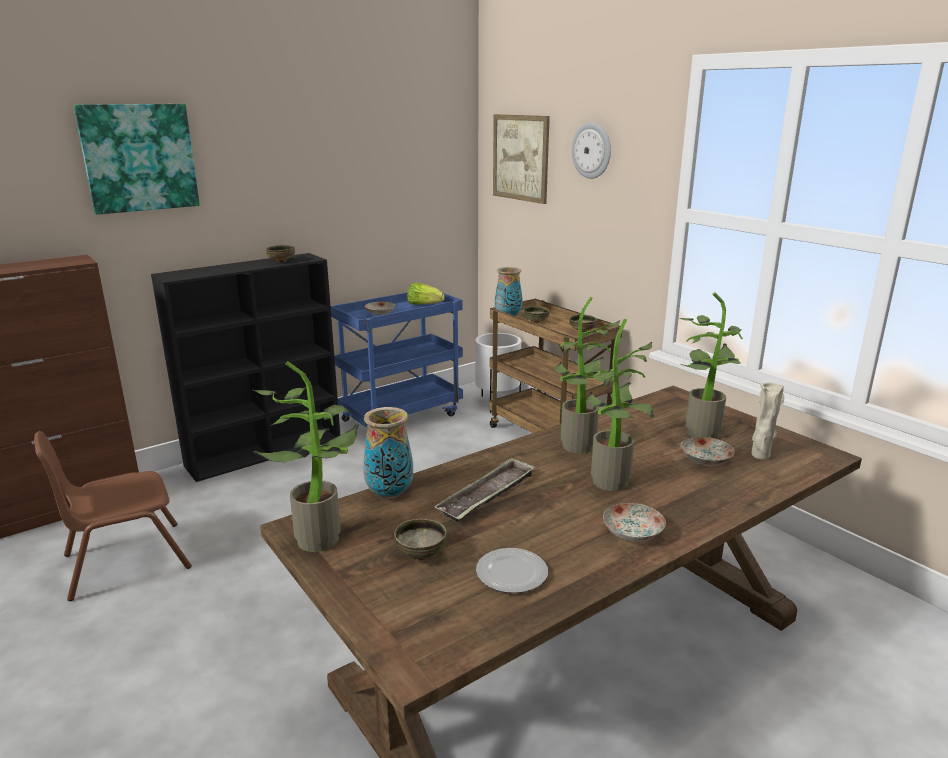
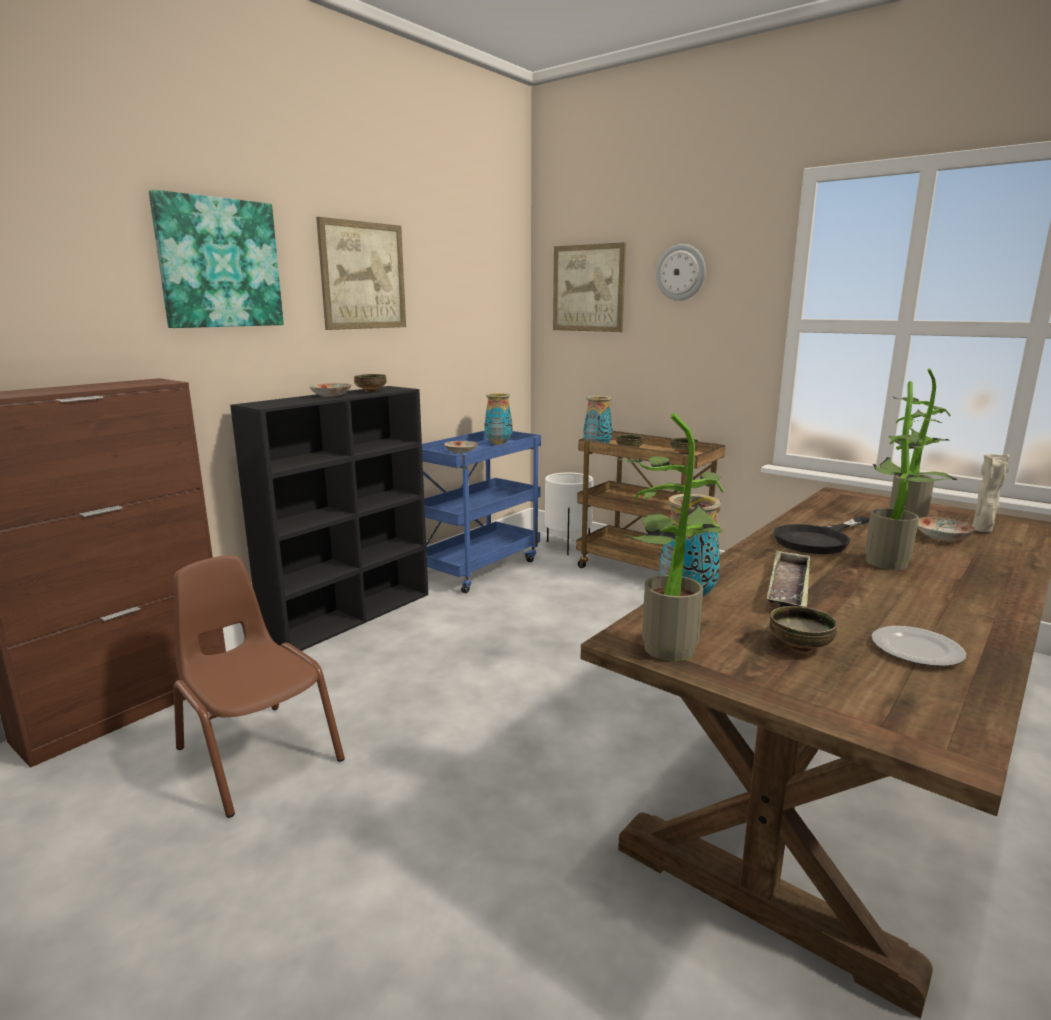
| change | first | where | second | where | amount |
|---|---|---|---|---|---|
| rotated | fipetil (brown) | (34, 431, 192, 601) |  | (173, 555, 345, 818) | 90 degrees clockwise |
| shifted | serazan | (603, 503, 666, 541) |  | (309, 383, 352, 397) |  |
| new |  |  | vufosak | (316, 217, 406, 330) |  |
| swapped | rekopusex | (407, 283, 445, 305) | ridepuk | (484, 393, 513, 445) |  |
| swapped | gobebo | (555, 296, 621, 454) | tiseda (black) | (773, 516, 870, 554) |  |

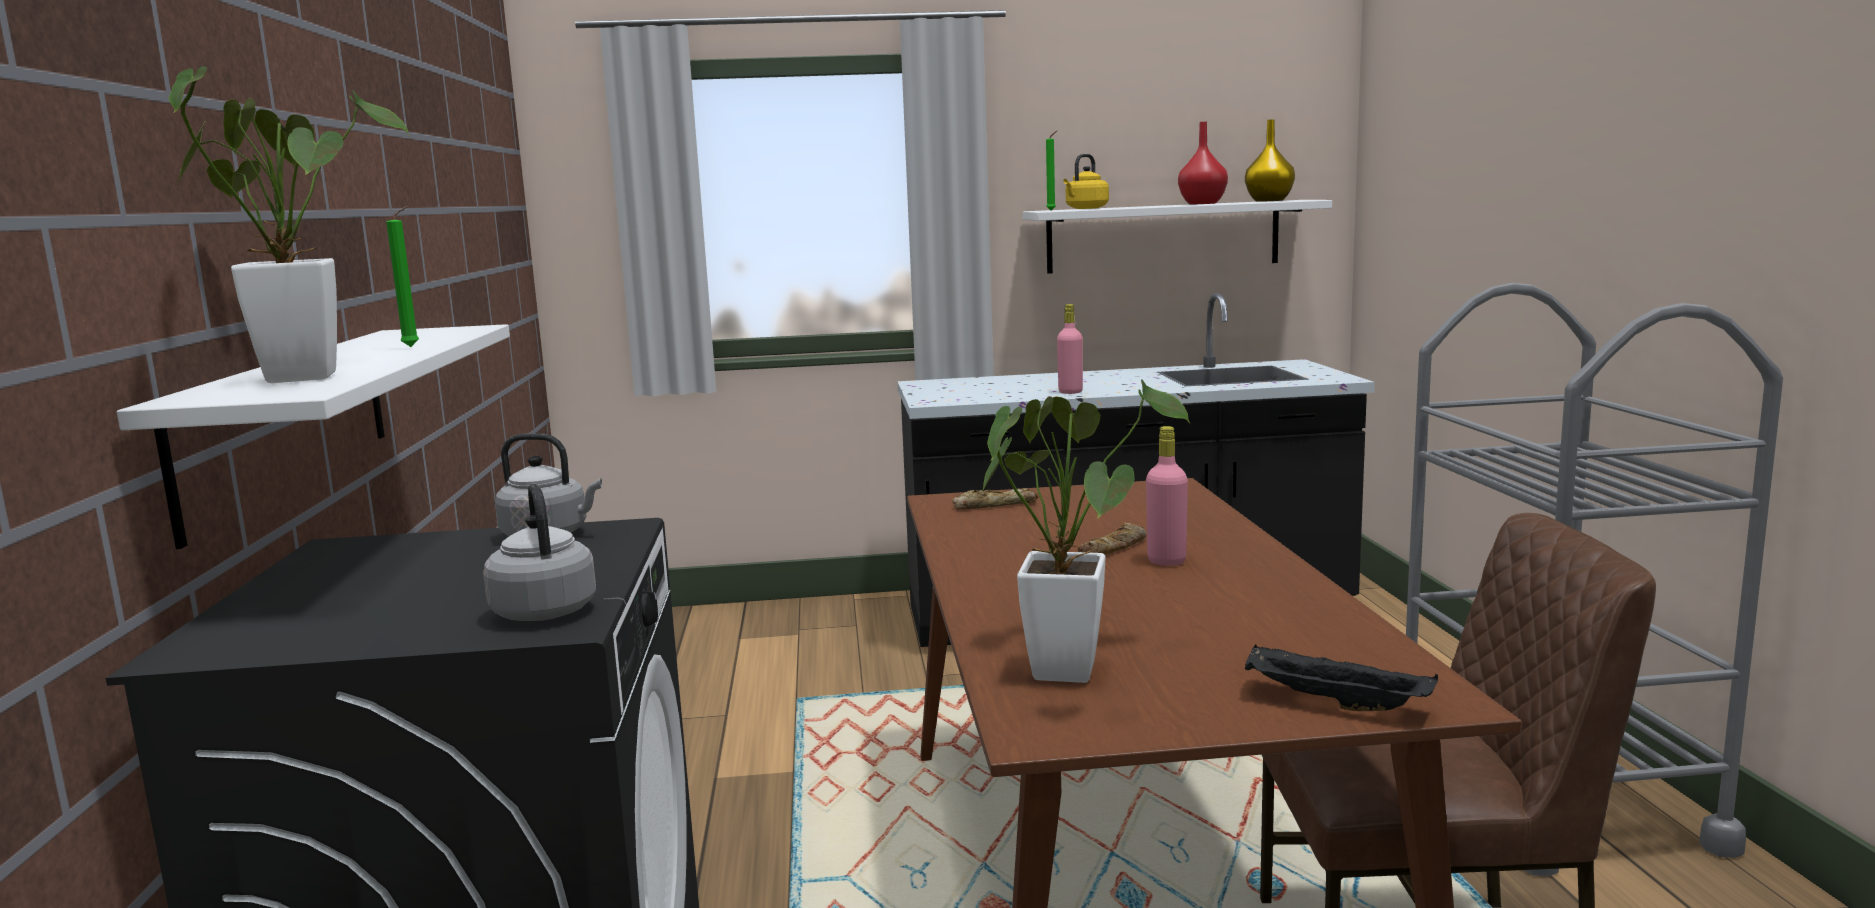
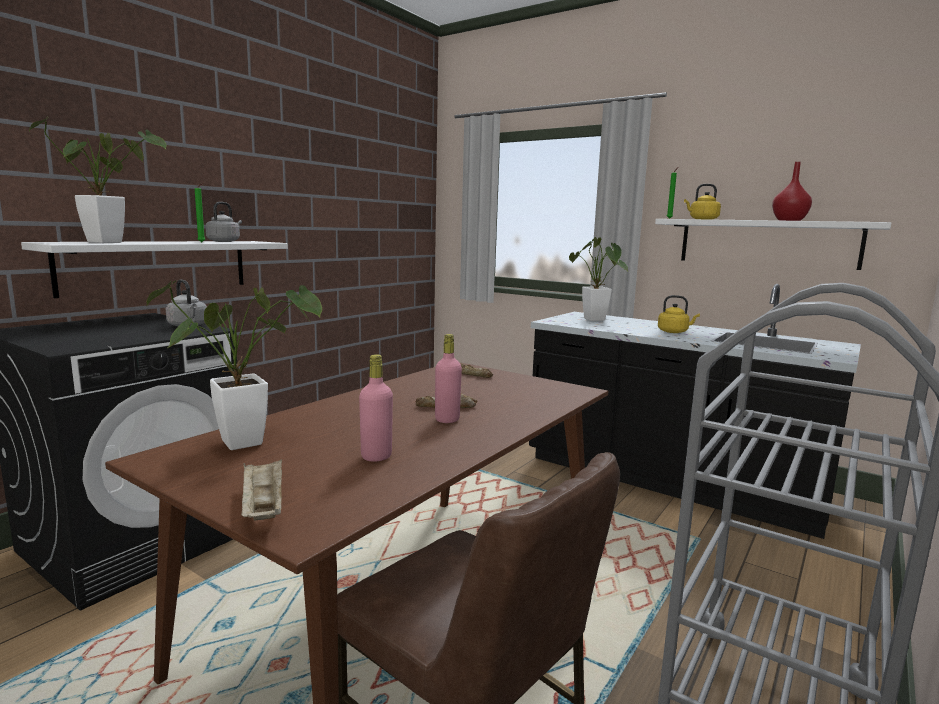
| change | first | where | second | where | amount |
|---|---|---|---|---|---|
| shifted | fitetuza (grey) | (483, 484, 596, 621) |  | (205, 202, 242, 242) |  |
| repainted | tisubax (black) | (1245, 644, 1438, 711) | tisubax (beige) | (241, 459, 282, 520) |  |
| shifted | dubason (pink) | (1057, 304, 1083, 394) |  | (359, 354, 393, 462) |  |
| new |  |  | gobebo | (569, 237, 628, 321) |  |
| new |  |  | fitetuza (yellow) | (658, 295, 700, 333) |  |
| gone | ridepuk (yellow) | (1245, 119, 1295, 202) |  |  |  |

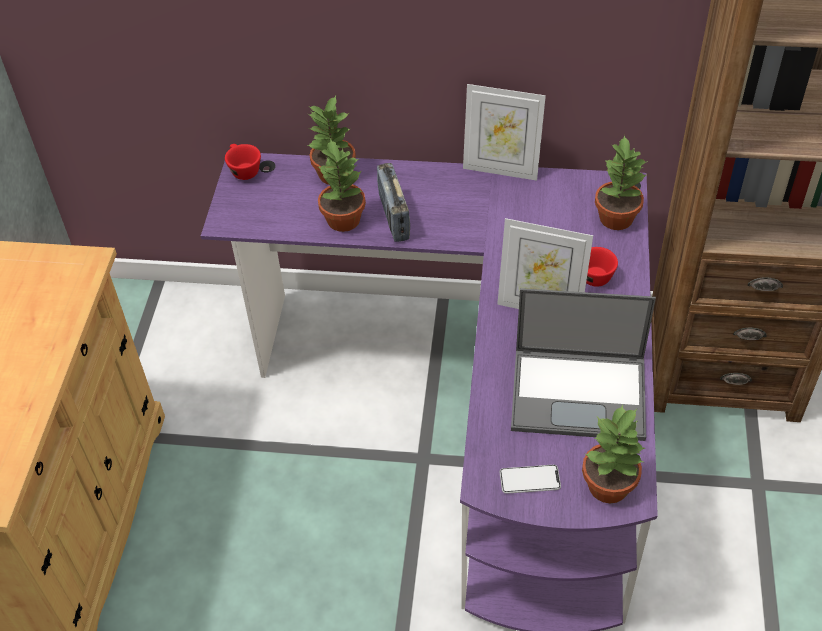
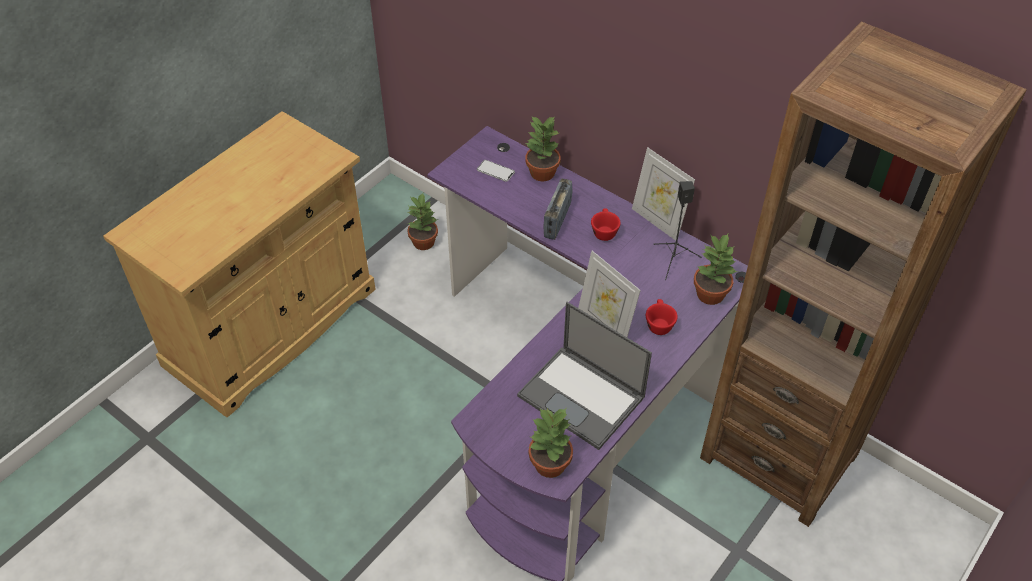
| change | first | where | second | where | amount |
|---|---|---|---|---|---|
| shifted | gobebo | (318, 138, 366, 232) |  | (407, 193, 438, 250) |  |
| shifted | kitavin | (499, 465, 561, 494) |  | (477, 160, 515, 182) |  |
| shifted | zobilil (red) | (225, 144, 261, 180) |  | (591, 208, 621, 241) |  |
| new |  |  | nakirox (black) | (654, 181, 701, 280) |  |

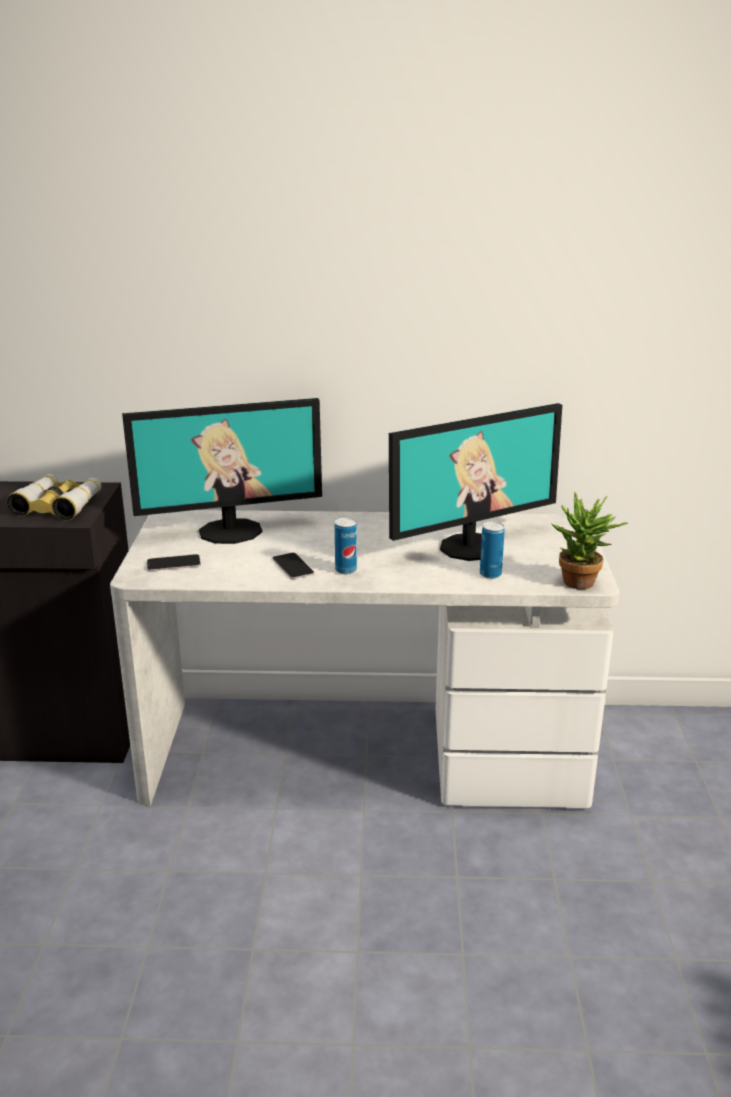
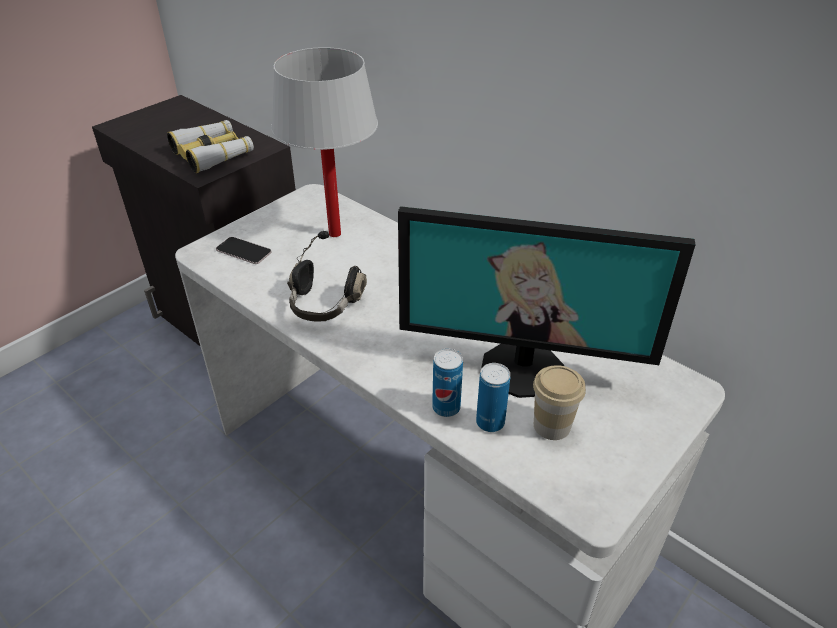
| change | first | where | second | where | amount |
|---|---|---|---|---|---|
| swapped | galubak | (122, 398, 322, 544) | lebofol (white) | (271, 47, 378, 237) |  |
| swapped | kitavin | (273, 553, 314, 579) | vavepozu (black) | (287, 231, 367, 322) |  |
| shifted | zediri | (335, 518, 357, 574) |  | (432, 349, 463, 417) |  |
| new |  |  | zobilil | (533, 365, 586, 440) |  |
| gone | gobebo | (552, 492, 628, 589) |  |  |  |

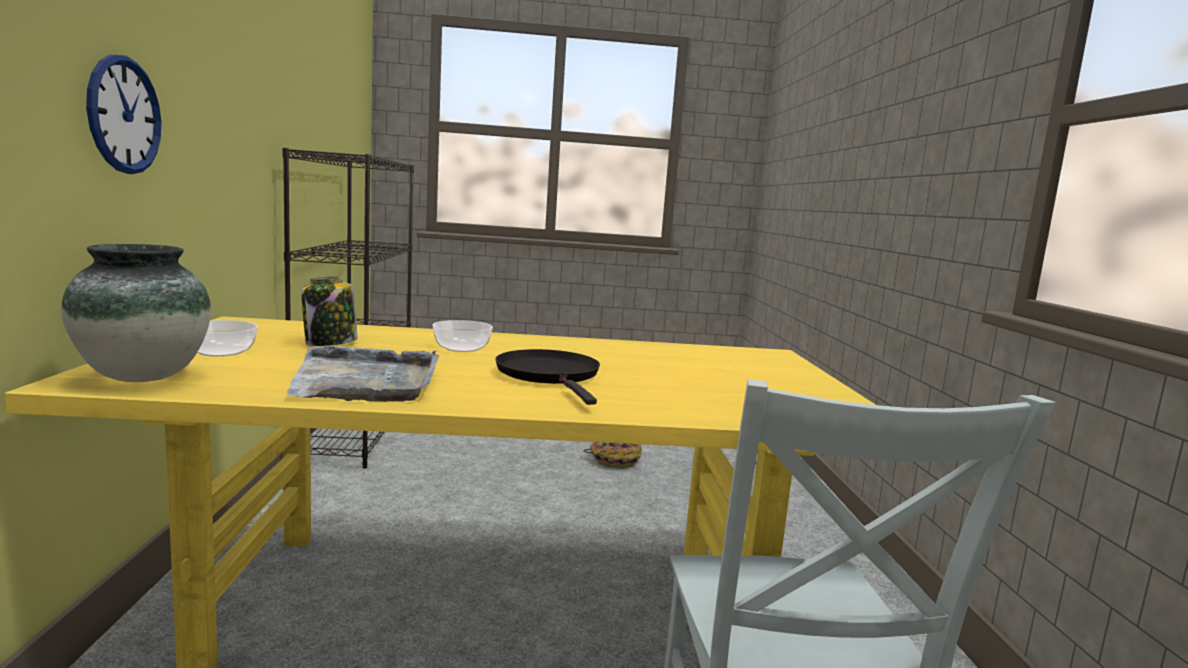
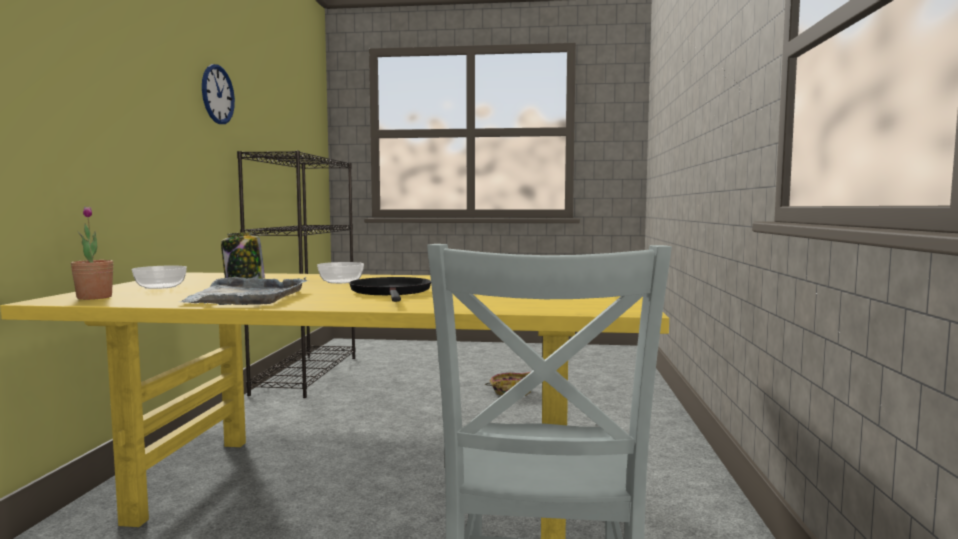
| change | first | where | second | where | amount |
|---|---|---|---|---|---|
| swapped | ridepuk | (61, 244, 211, 382) | gobebo | (71, 206, 114, 300) |  |
| shifted | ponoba | (86, 55, 161, 174) |  | (202, 64, 235, 124) |  |

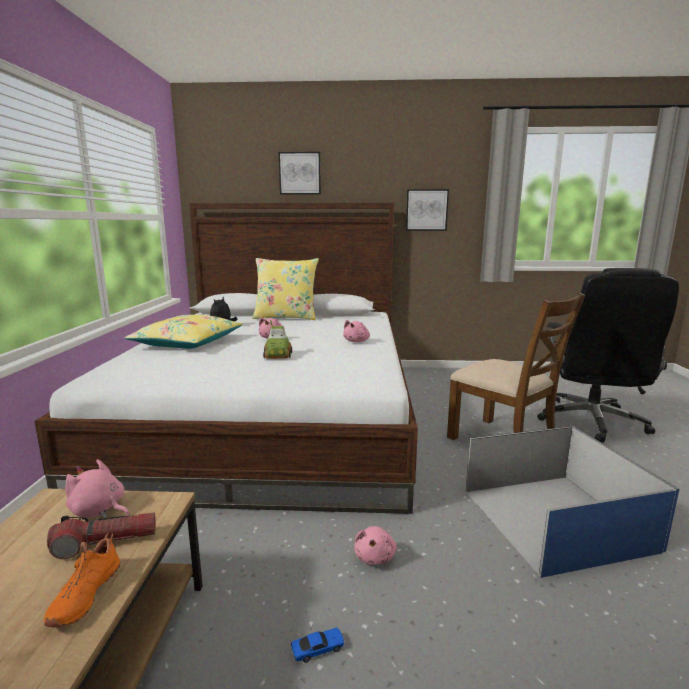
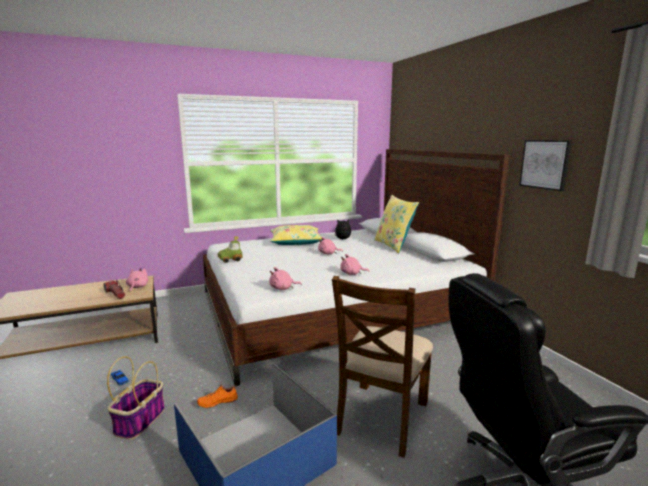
| change | first | where | second | where | amount |
|---|---|---|---|---|---|
| new |  |  | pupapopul | (107, 356, 165, 440) |  |
| shifted | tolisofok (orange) | (44, 532, 120, 627) |  | (197, 382, 238, 408) |  |
| shifted | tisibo | (263, 320, 292, 359) |  | (217, 236, 243, 263) |  |
| shifted | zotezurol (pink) | (354, 526, 397, 565) |  | (269, 267, 302, 290) |  |
| gone | vufosak | (279, 152, 321, 195) |  |  |  |

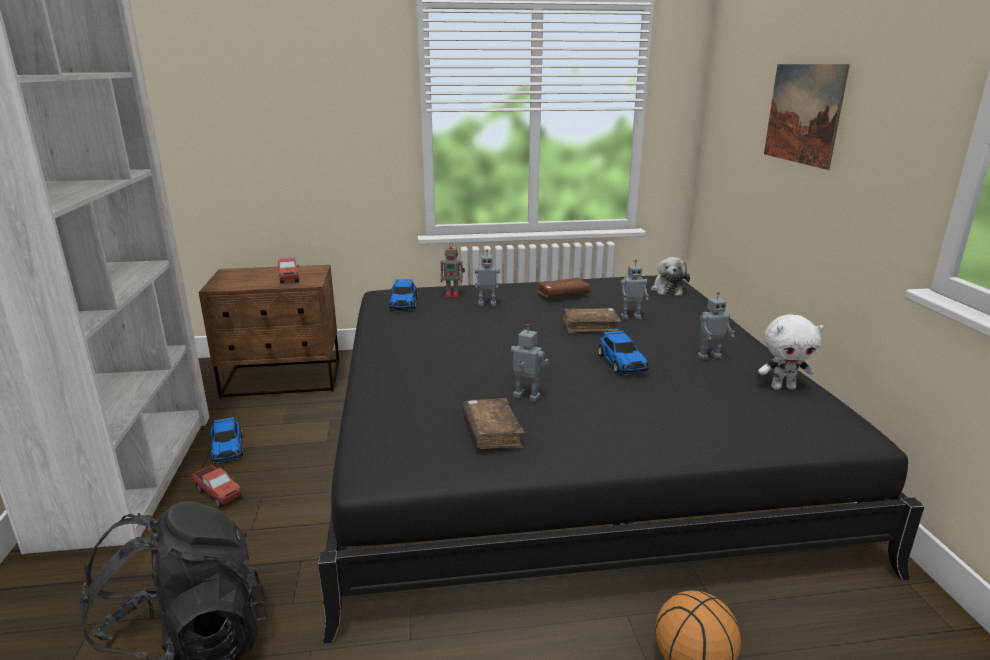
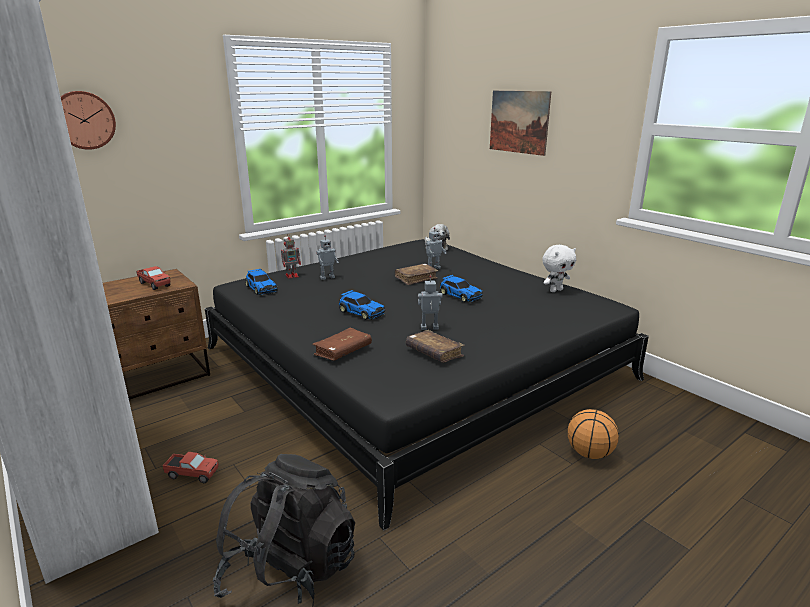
| change | first | where | second | where | amount |
|---|---|---|---|---|---|
| new |  |  | ponoba | (60, 91, 116, 150) |  |
| shifted | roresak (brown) | (537, 278, 590, 297) |  | (312, 328, 372, 361) |  |
| shifted | tisibo | (210, 417, 243, 464) |  | (339, 290, 385, 320) |  |
| gone | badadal | (697, 292, 735, 360) |  |  |  |

